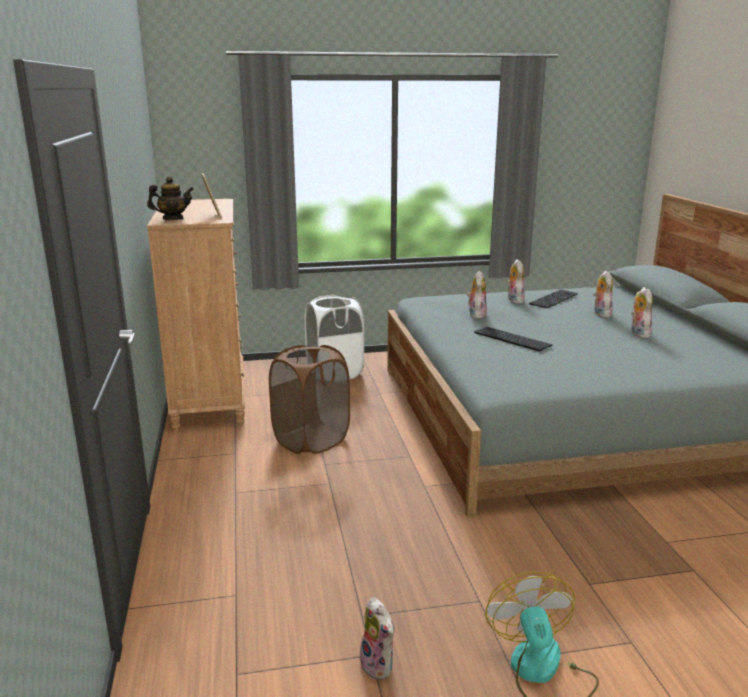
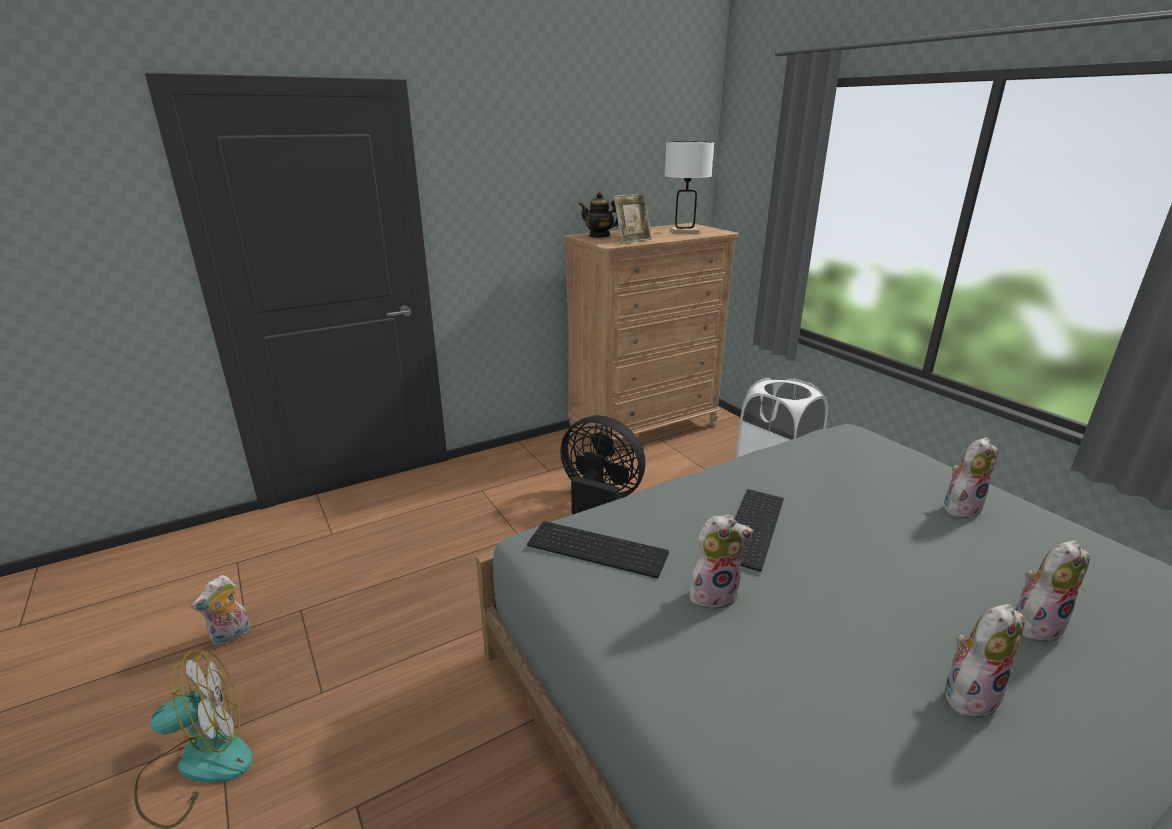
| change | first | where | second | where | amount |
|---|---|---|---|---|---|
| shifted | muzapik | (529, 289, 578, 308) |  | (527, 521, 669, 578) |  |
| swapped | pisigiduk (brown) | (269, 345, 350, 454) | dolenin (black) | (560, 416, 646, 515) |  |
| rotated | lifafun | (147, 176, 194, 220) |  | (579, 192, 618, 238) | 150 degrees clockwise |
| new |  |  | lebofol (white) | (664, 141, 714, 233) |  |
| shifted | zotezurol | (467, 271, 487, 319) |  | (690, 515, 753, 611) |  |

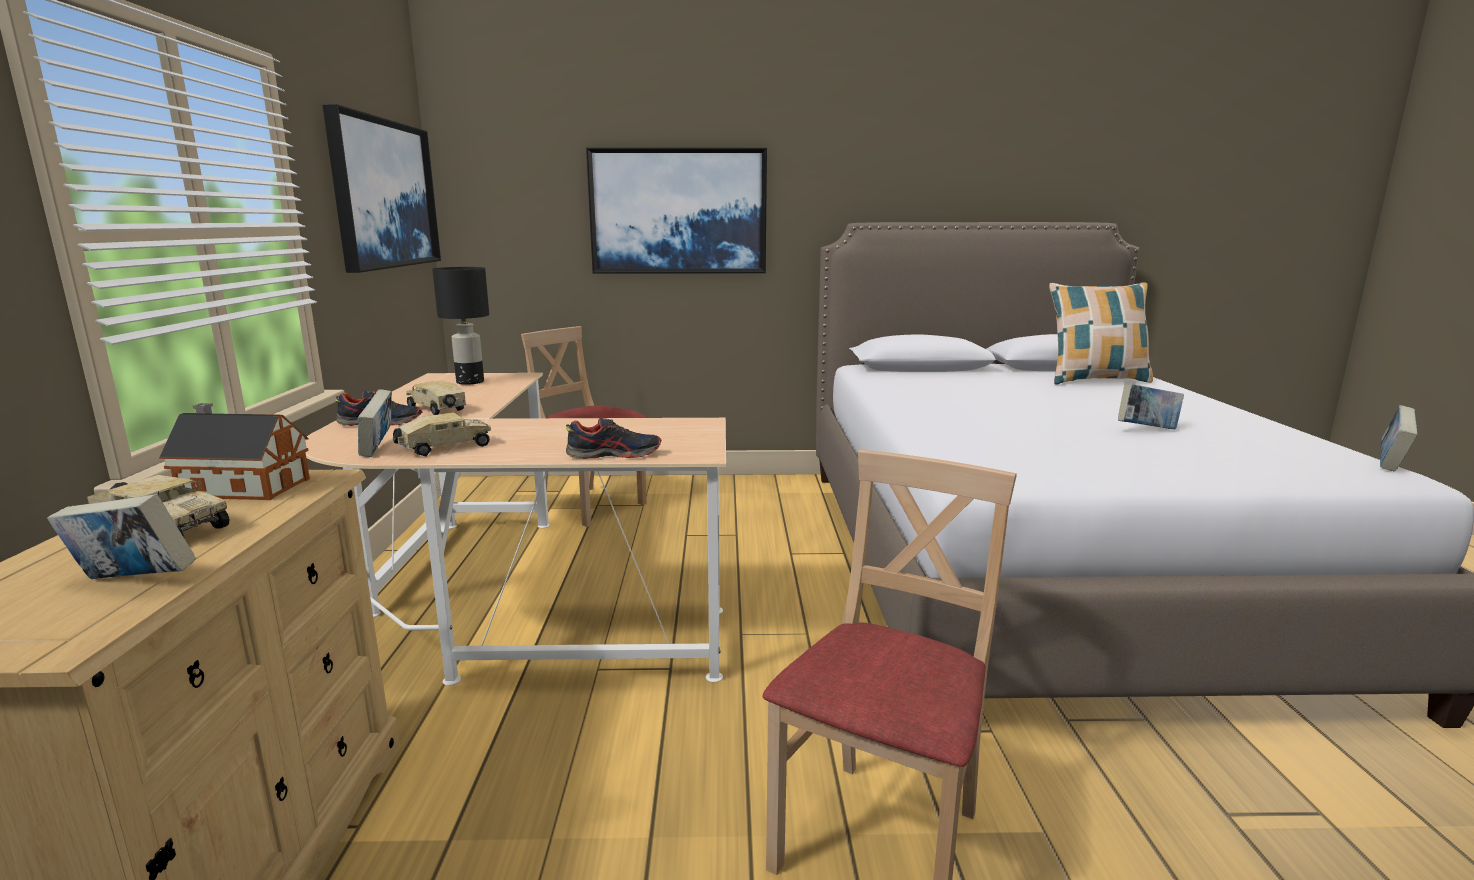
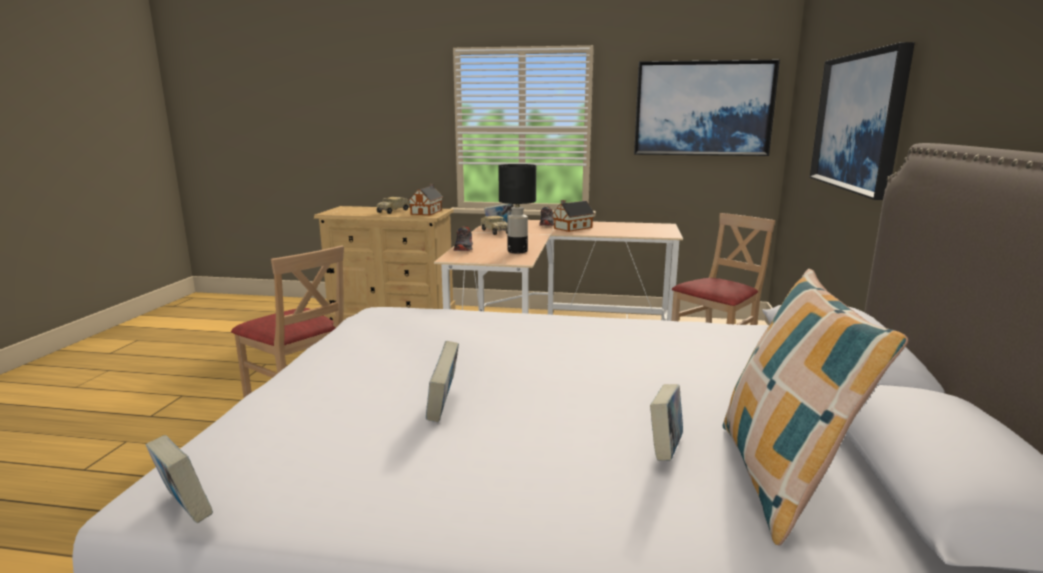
| change | first | where | second | where | amount |
|---|---|---|---|---|---|
| shifted | lebofol (black) | (432, 267, 489, 385) |  | (498, 164, 536, 253) |  |
| swapped | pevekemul | (406, 380, 466, 415) | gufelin | (552, 200, 595, 232) |  |
| shifted | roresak | (47, 494, 196, 579) |  | (650, 384, 683, 461) |  |

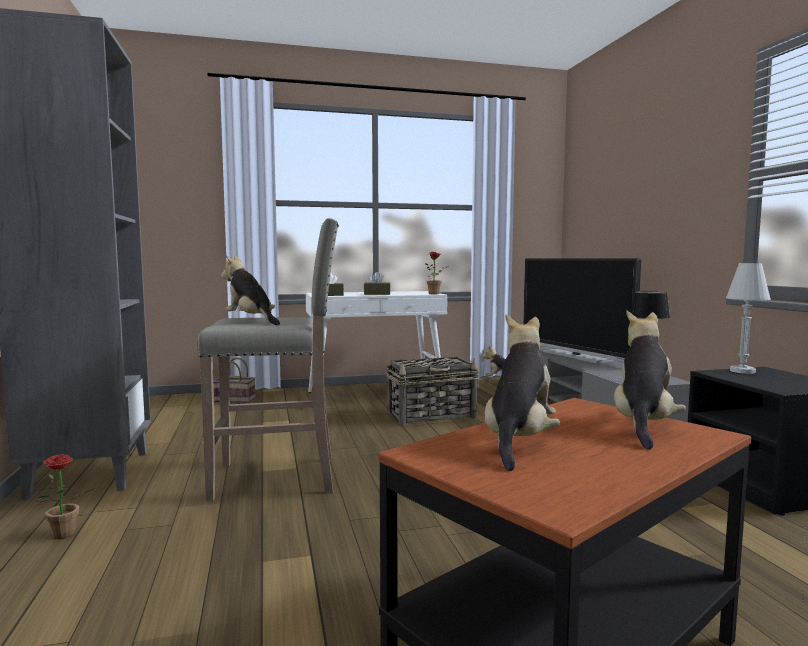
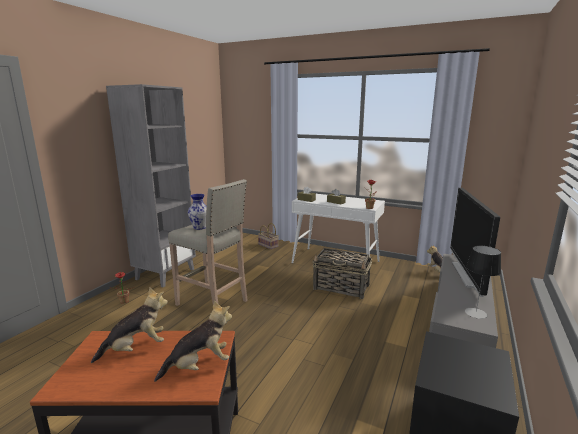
| change | first | where | second | where | amount |
|---|---|---|---|---|---|
| swapped | zotezurol | (221, 254, 280, 325) | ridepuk | (188, 194, 207, 230) |  |
| gone | lebofol (white) | (726, 263, 771, 374) |  |  |  |

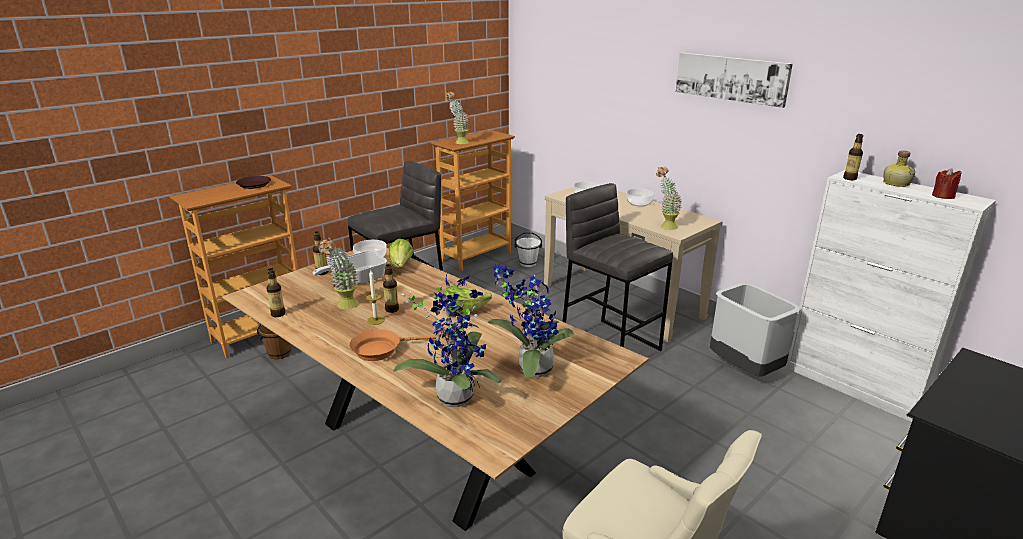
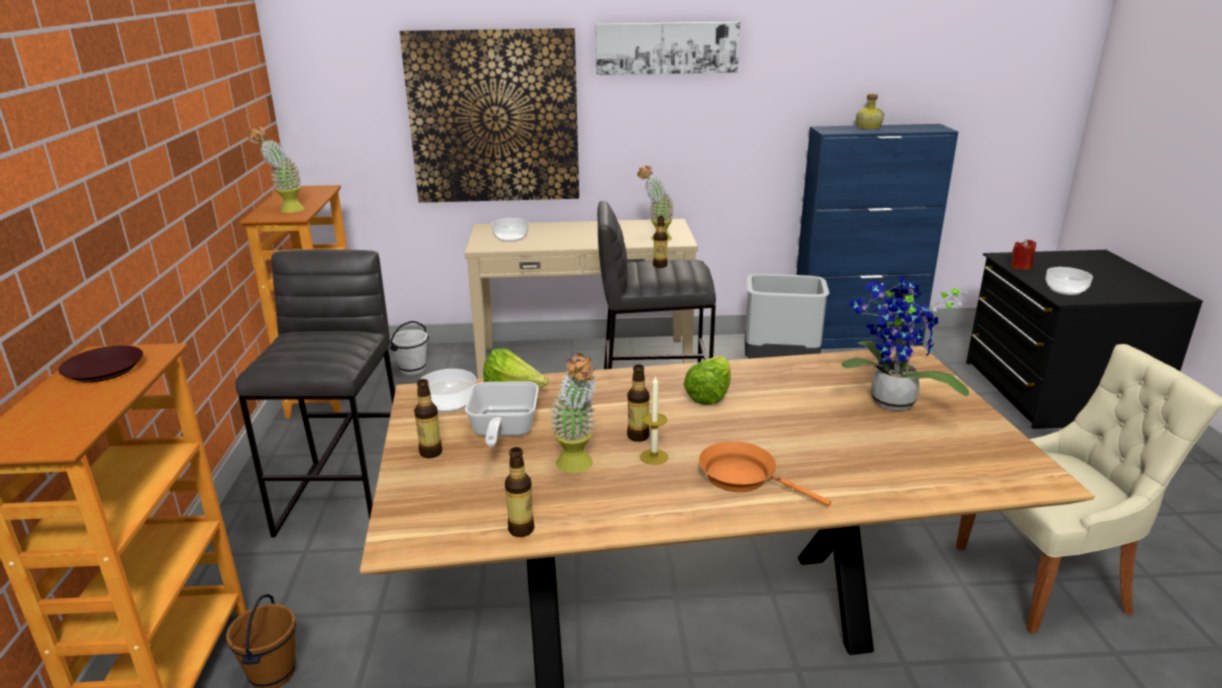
| change | first | where | second | where | amount |
|---|---|---|---|---|---|
| new |  |  | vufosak | (400, 28, 579, 203) |  |
| shifted | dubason | (843, 134, 863, 180) |  | (653, 216, 668, 268) |  |
| rotated | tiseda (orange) | (349, 329, 436, 361) |  | (699, 441, 831, 506) | 105 degrees clockwise |
| repainted | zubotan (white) | (786, 170, 996, 422) | zubotan (blue) | (796, 124, 958, 349) |  |
| shifted | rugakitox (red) | (932, 168, 962, 199) |  | (1011, 239, 1036, 270) |  |
| shifted | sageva | (626, 189, 654, 207) |  | (1045, 267, 1093, 295) |  |
| gone | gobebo | (393, 274, 502, 407) |  |  |  |

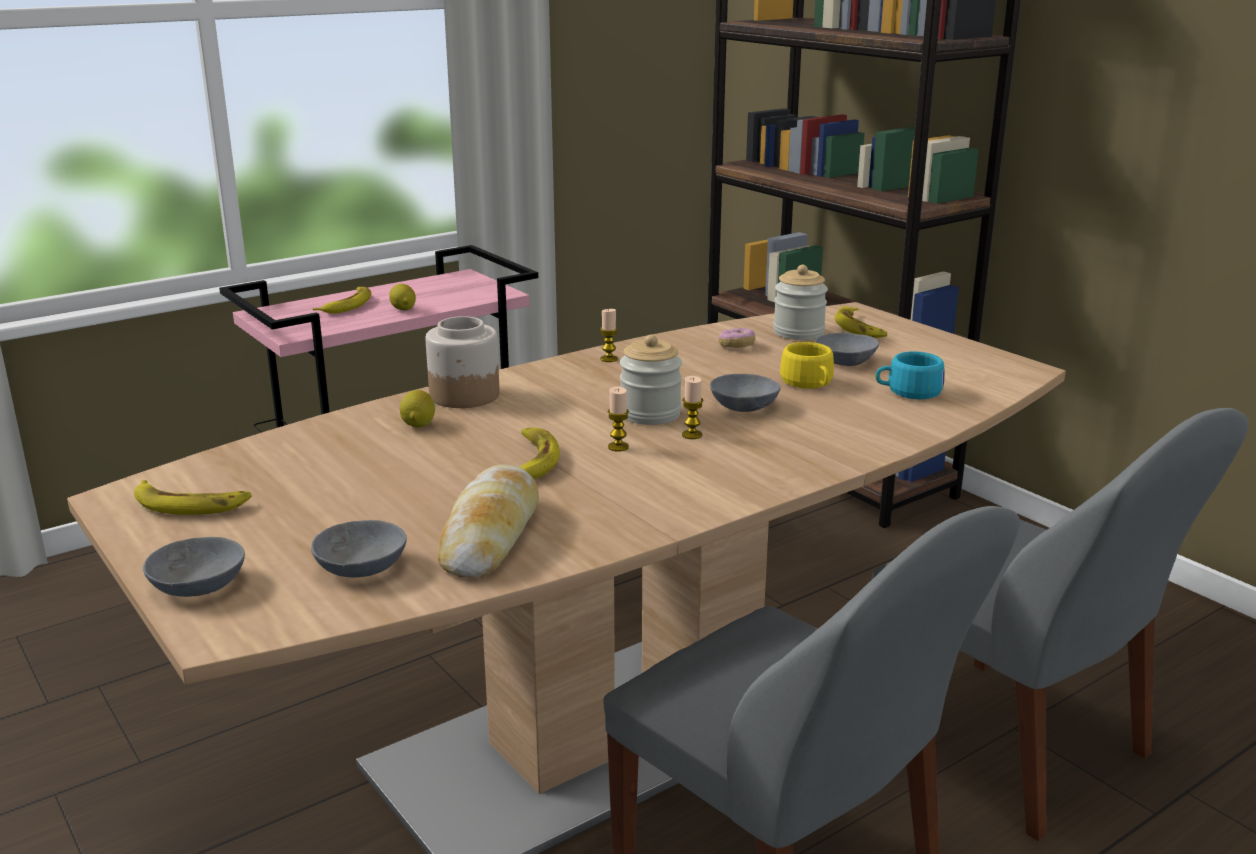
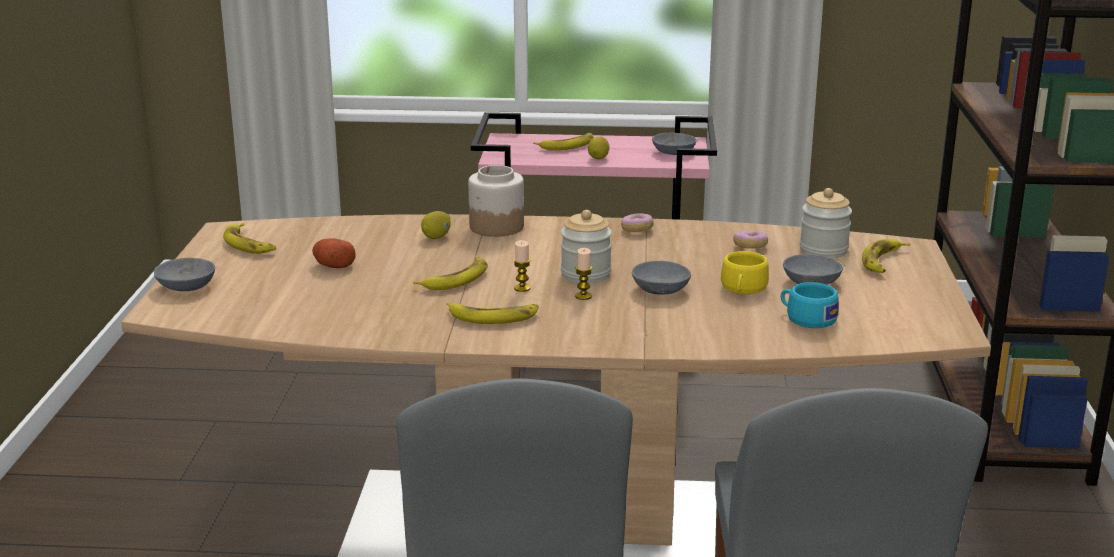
| change | first | where | second | where | amount |
|---|---|---|---|---|---|
| new |  |  | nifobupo | (312, 238, 356, 268) |  |
| new |  |  | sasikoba | (447, 302, 539, 324) |  |
| swapped | rugakitox | (600, 309, 618, 362) | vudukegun | (621, 213, 654, 232) |  |
| shifted | sageva (grey) | (311, 520, 407, 577) |  | (652, 133, 697, 155) |  |
| gone | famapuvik | (437, 465, 539, 578) |  |  |  |

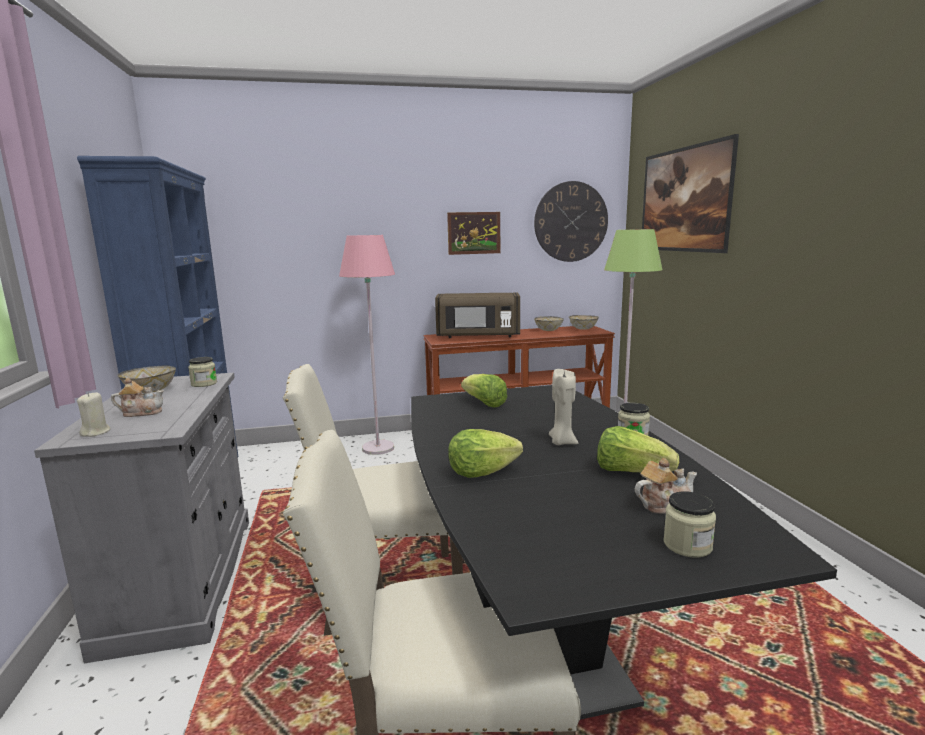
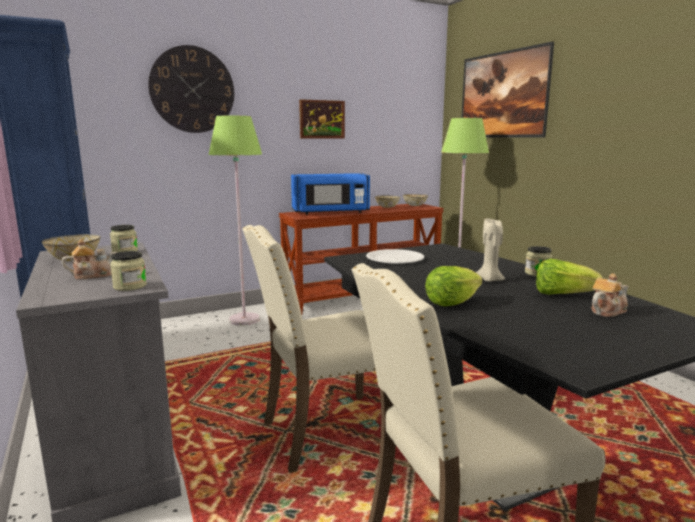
| change | first | where | second | where | amount |
|---|---|---|---|---|---|
| shifted | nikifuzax | (663, 491, 716, 558) |  | (110, 251, 147, 291) |  |
| shifted | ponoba | (534, 181, 608, 262) |  | (148, 45, 234, 133) |  |
| repainted | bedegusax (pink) | (339, 235, 395, 455) | bedegusax (green) | (209, 116, 262, 326) |  |
| repainted | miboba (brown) | (435, 292, 520, 338) | miboba (blue) | (291, 173, 370, 215) |  |
| swapped | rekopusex | (461, 374, 507, 407) | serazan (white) | (366, 249, 424, 264) |  |
| gone | rugakitox (beige) | (77, 392, 111, 437) |  |  |  |

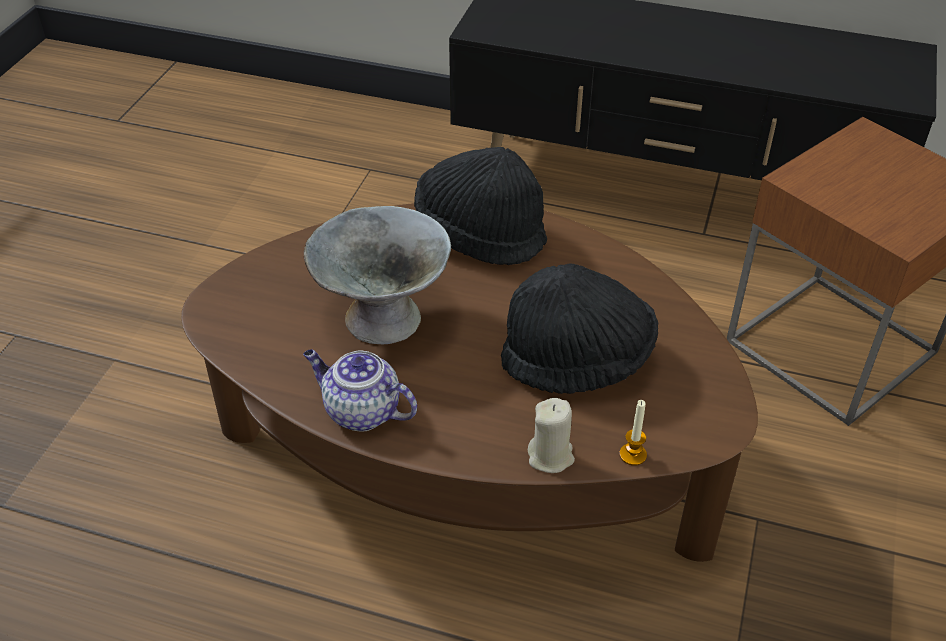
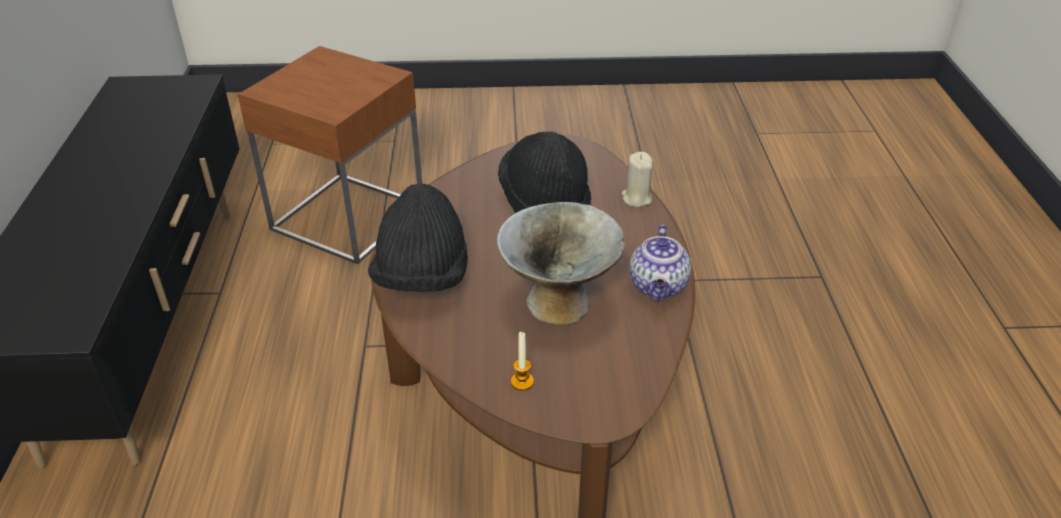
| change | first | where | second | where | amount |
|---|---|---|---|---|---|
| shifted | rugakitox | (619, 400, 647, 466) |  | (511, 332, 534, 390) |  |

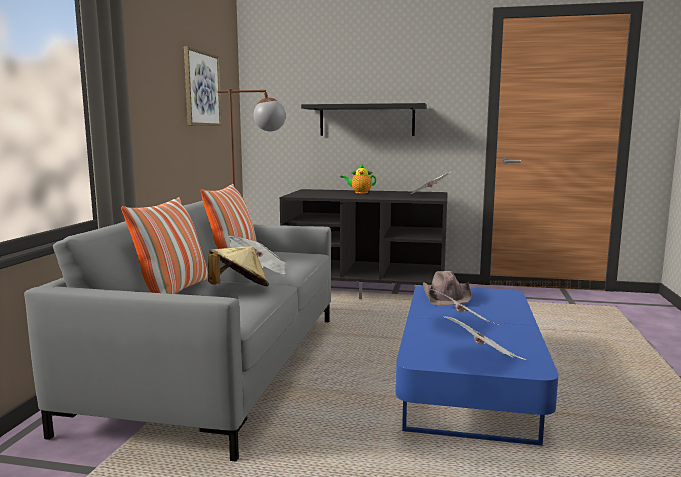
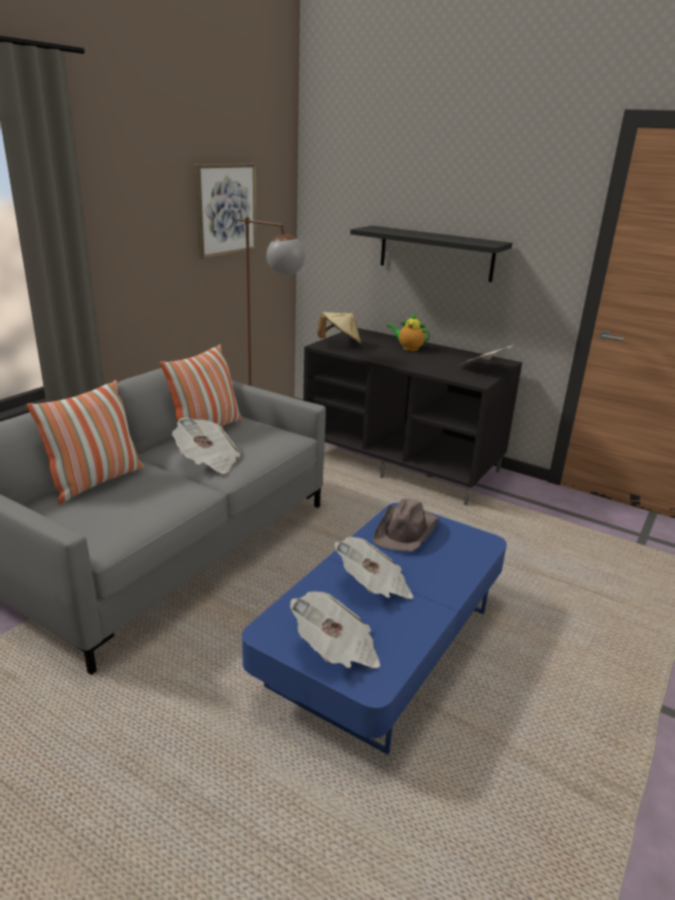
| change | first | where | second | where | amount |
|---|---|---|---|---|---|
| shifted | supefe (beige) | (208, 246, 269, 286) |  | (318, 312, 361, 345) |  |

